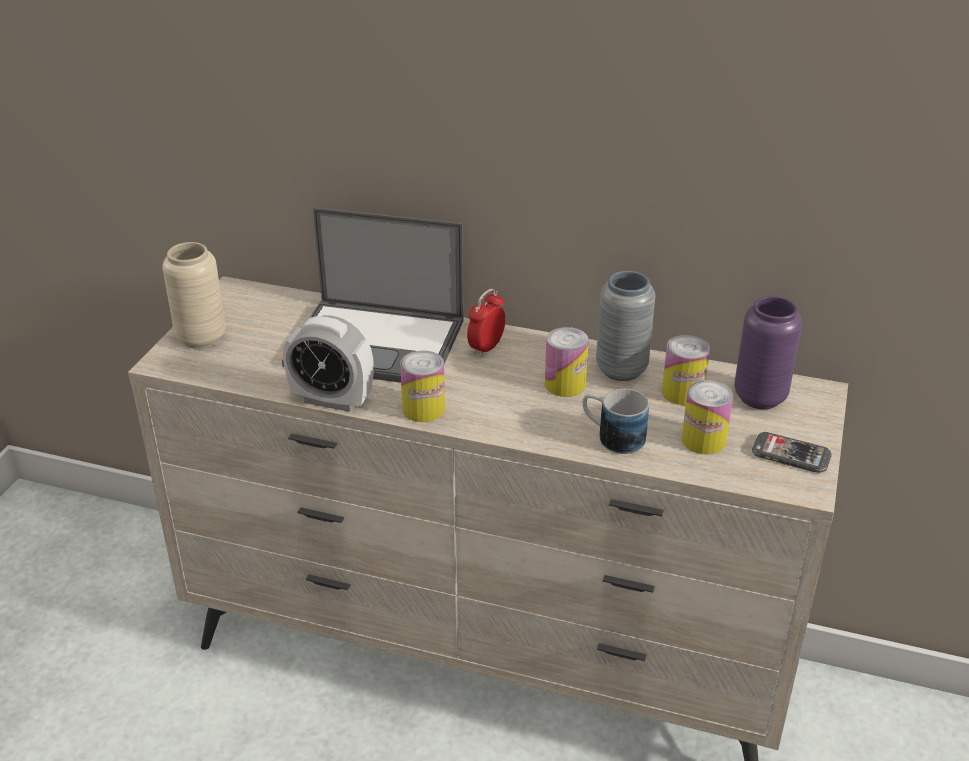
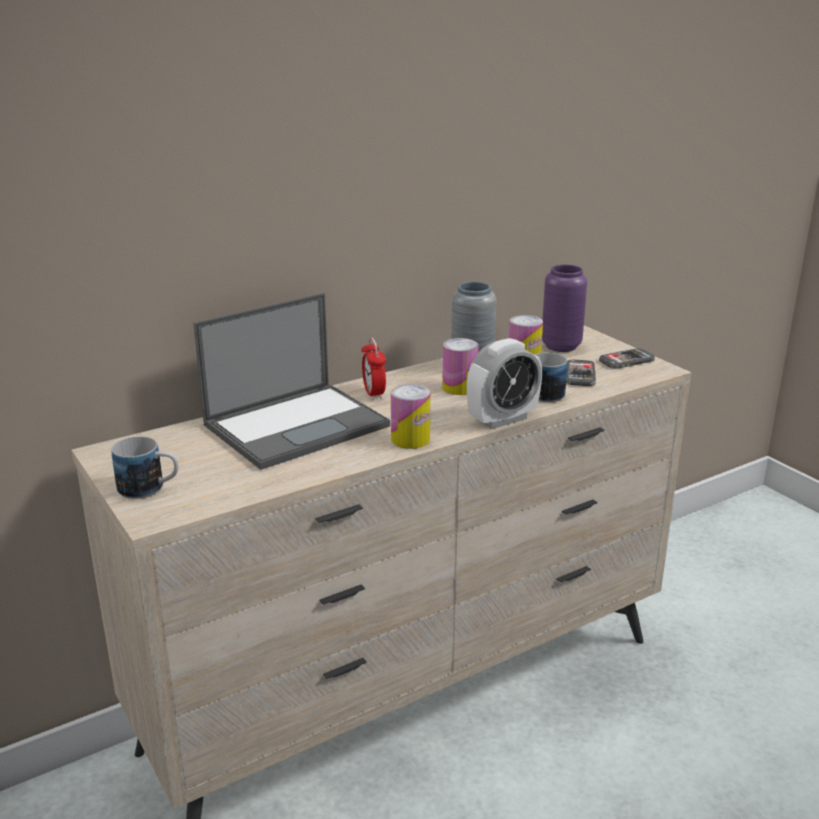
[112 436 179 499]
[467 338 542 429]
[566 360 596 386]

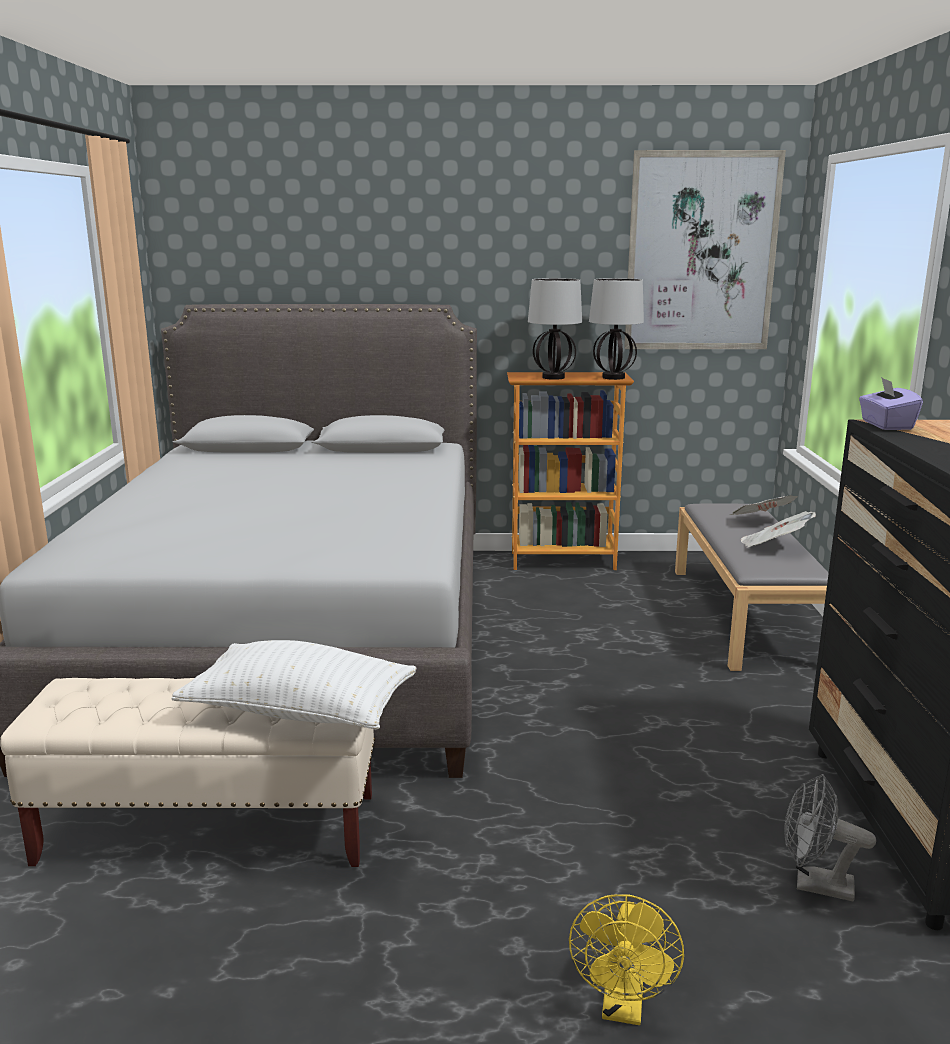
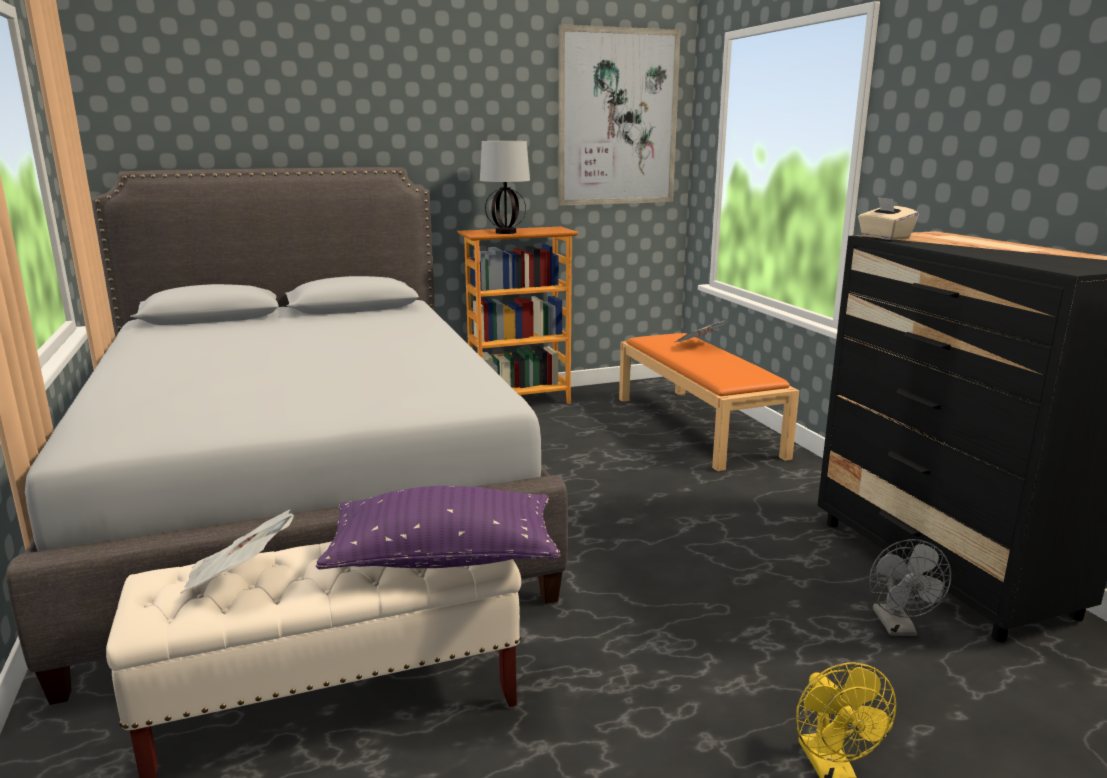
[589 278 644 380] (first image)
[858 197 919 240]
[619 333 799 471]
[180 509 294 594]
[316 486 561 569]
[869 539 951 636]

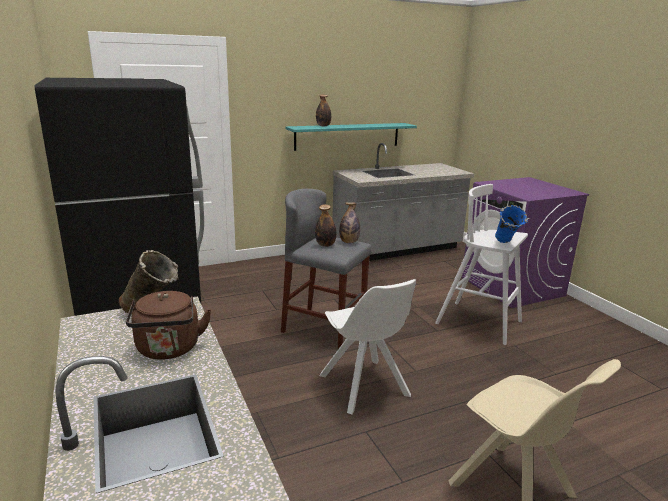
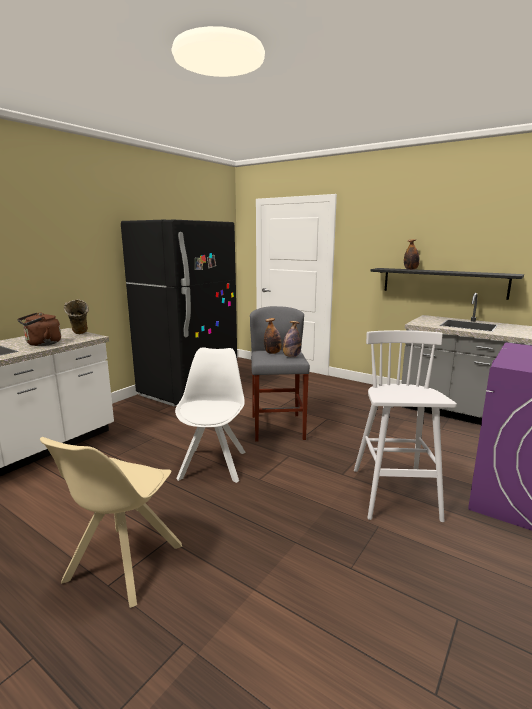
[370 268 524 300]
[495 205 528 243] (first image)
[175 347 246 483]

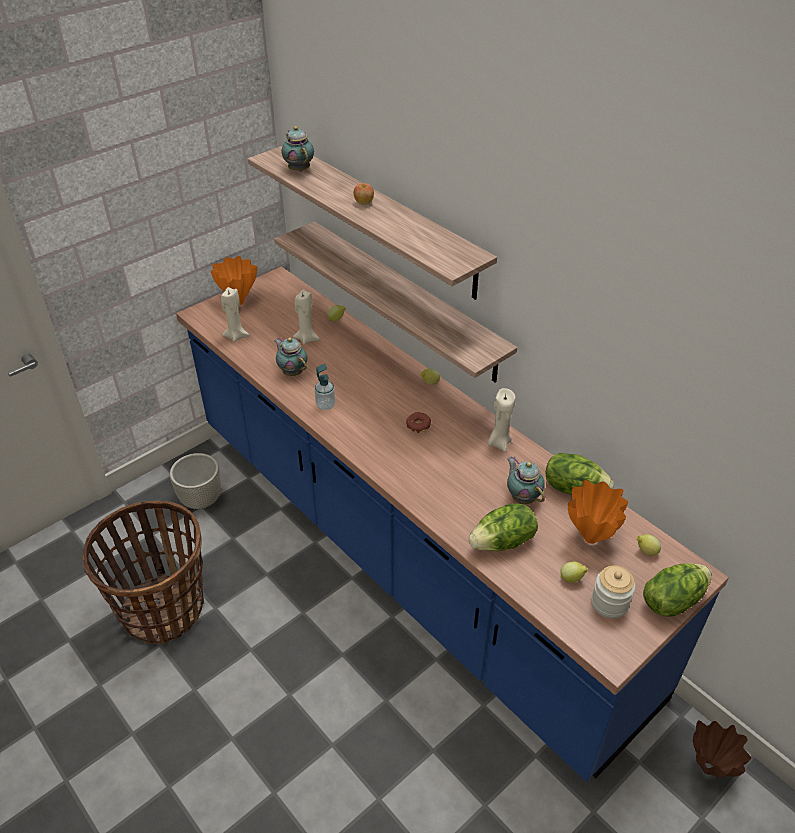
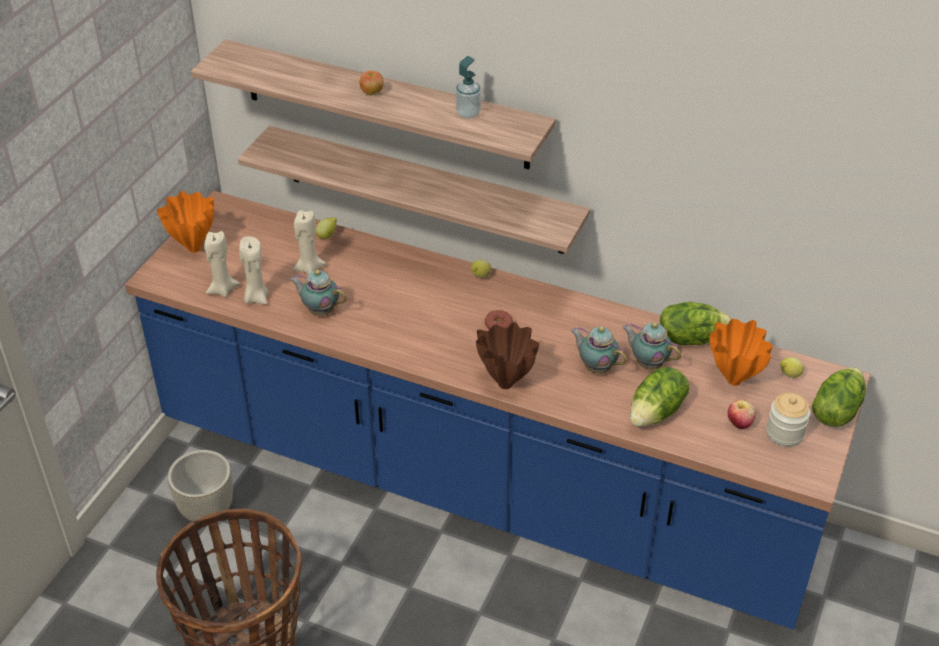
[571 326 627 374]
[456 56 481 119]
[239 236 269 305]
[728 400 756 429]
[476 322 539 389]

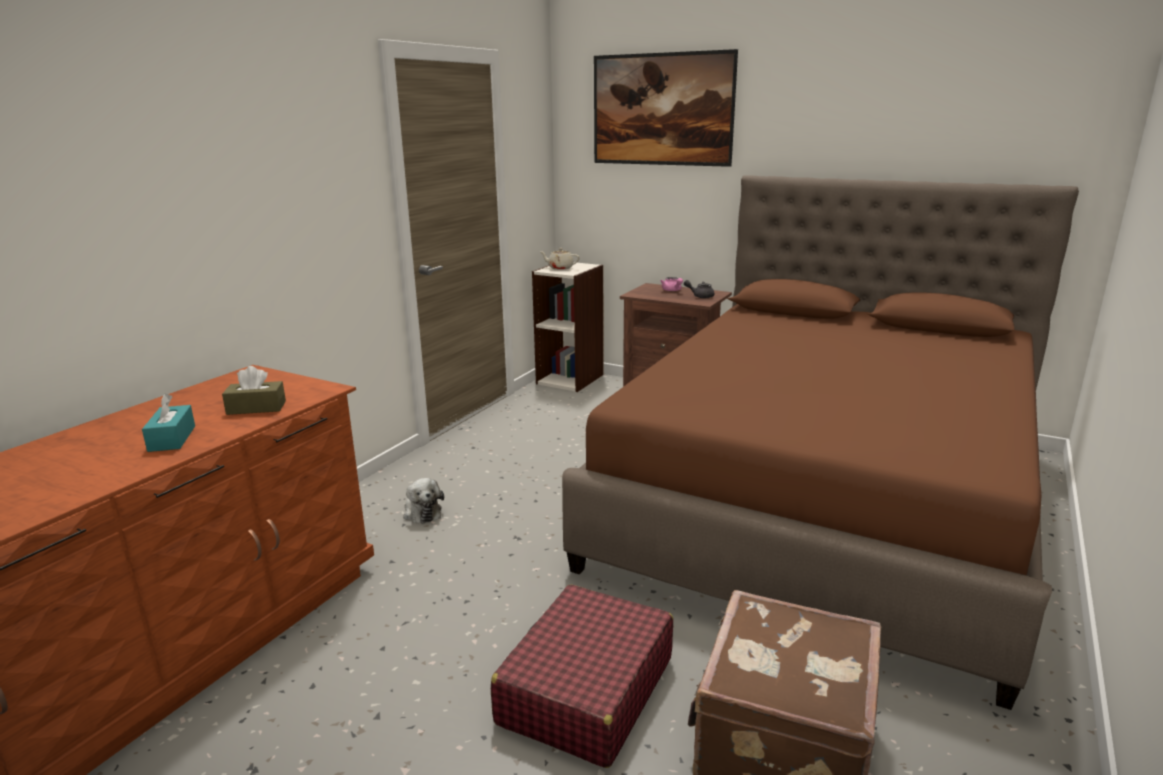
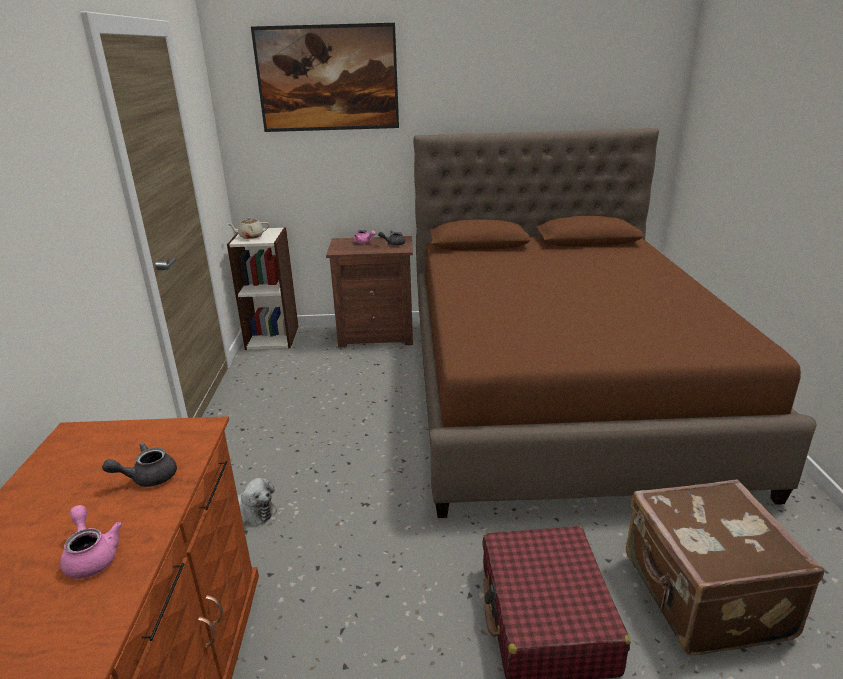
[102 442 177 487]
[60 505 122 579]

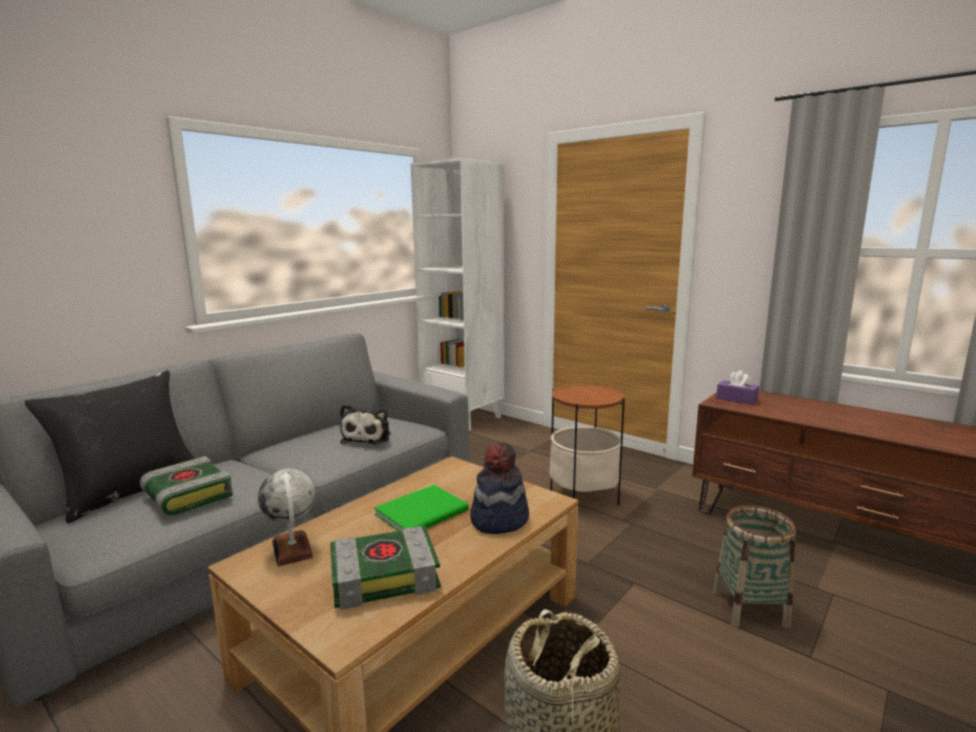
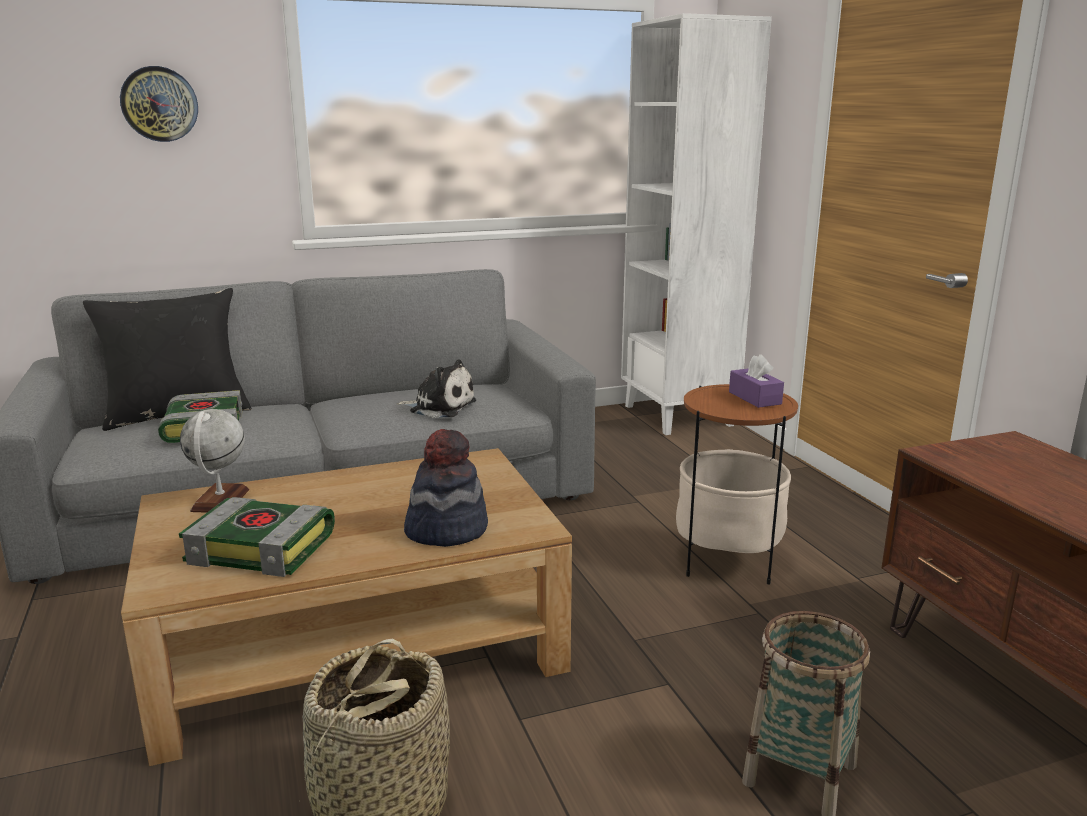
[729 354 784 408]
[397 359 476 418]
[374 485 469 531] (first image)
[120 66 198 142]

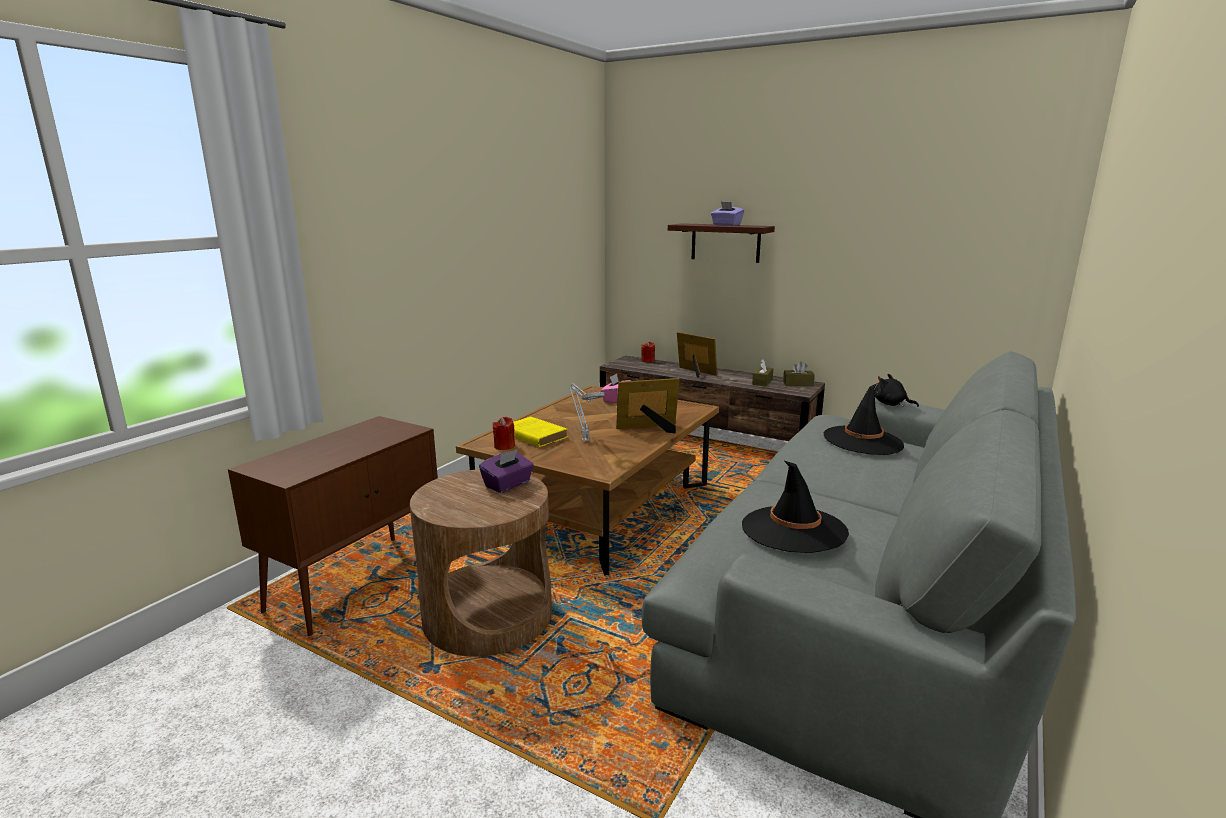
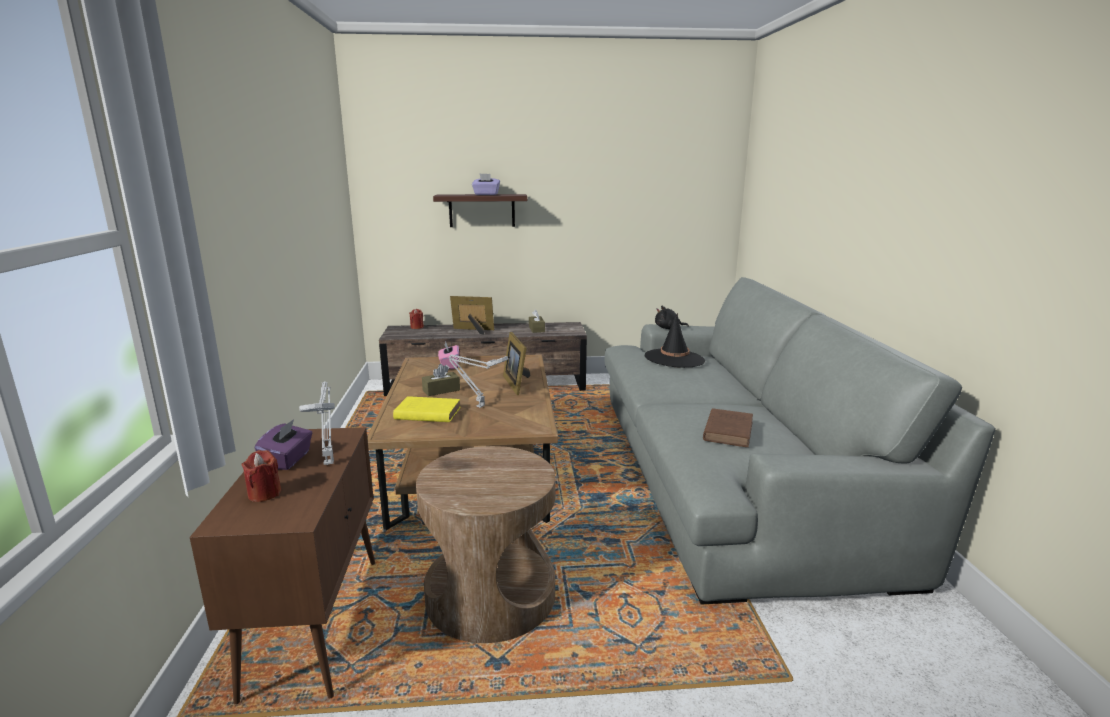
[422 364 460 396]
[503 332 531 395]
[241 450 281 502]
[255 419 312 470]
[703 408 753 447]
[299 381 335 465]

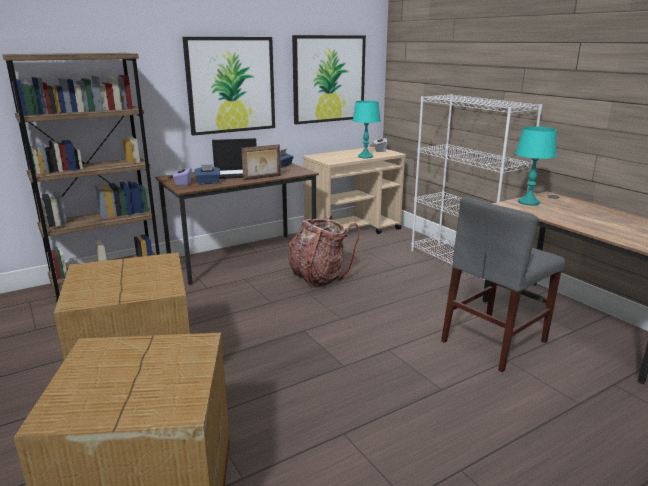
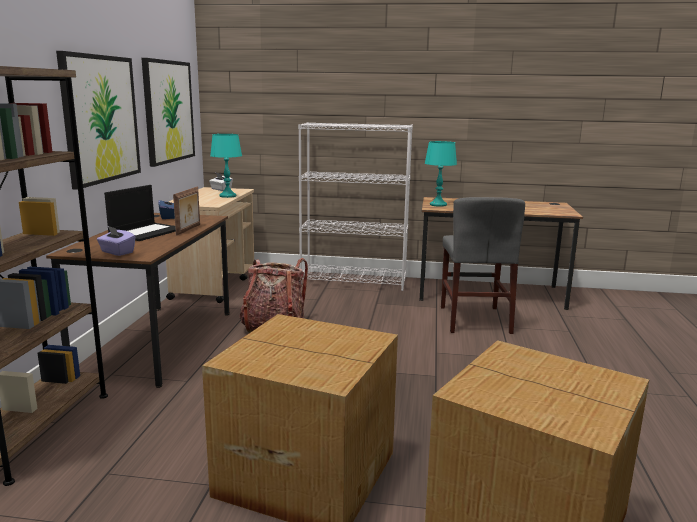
[195 165 220 184] (first image)

